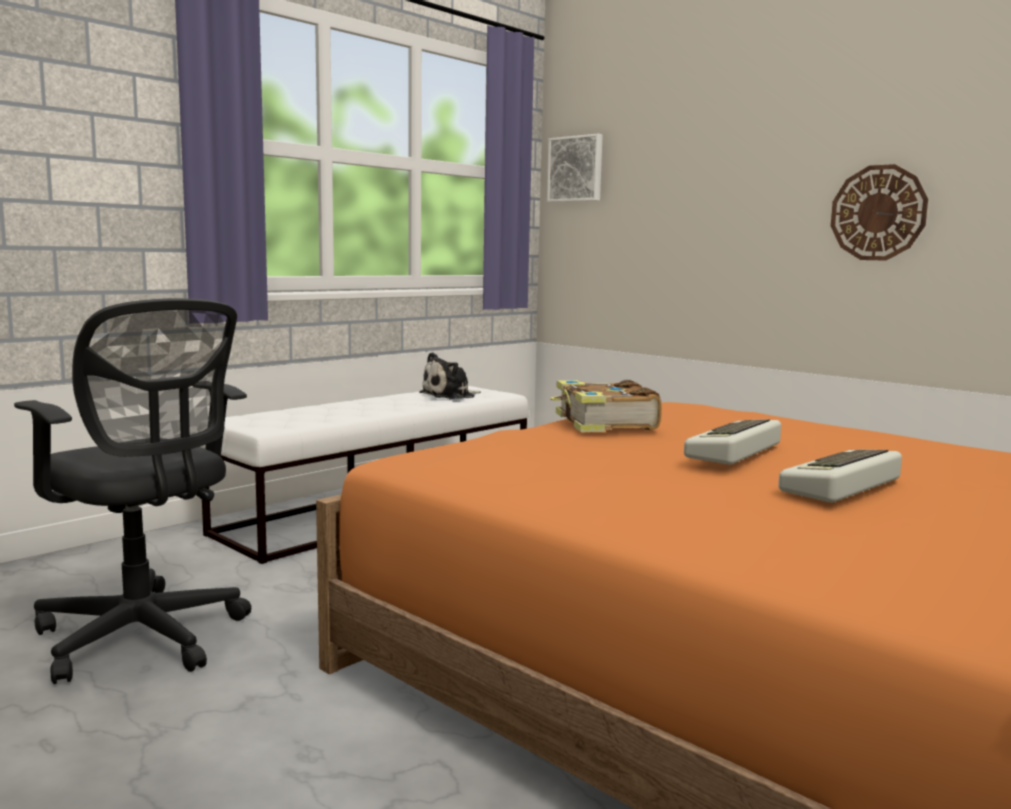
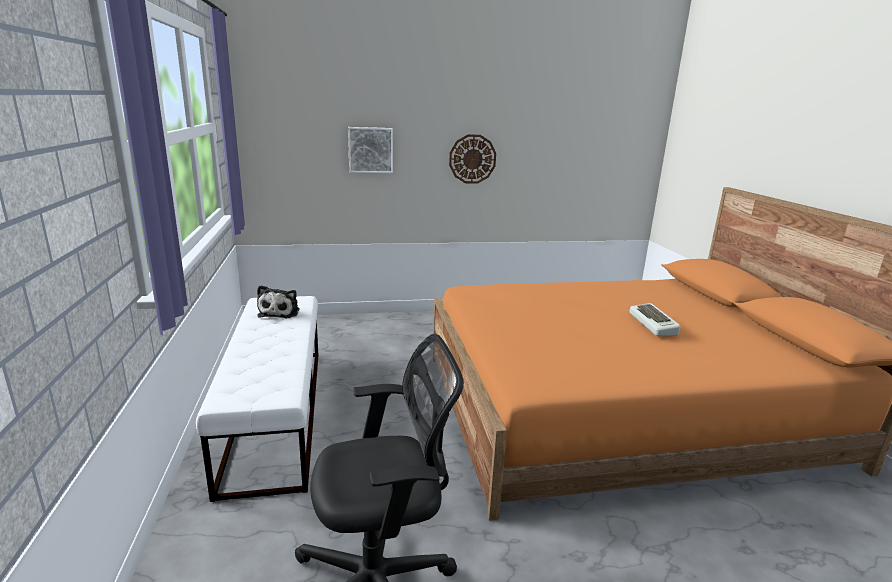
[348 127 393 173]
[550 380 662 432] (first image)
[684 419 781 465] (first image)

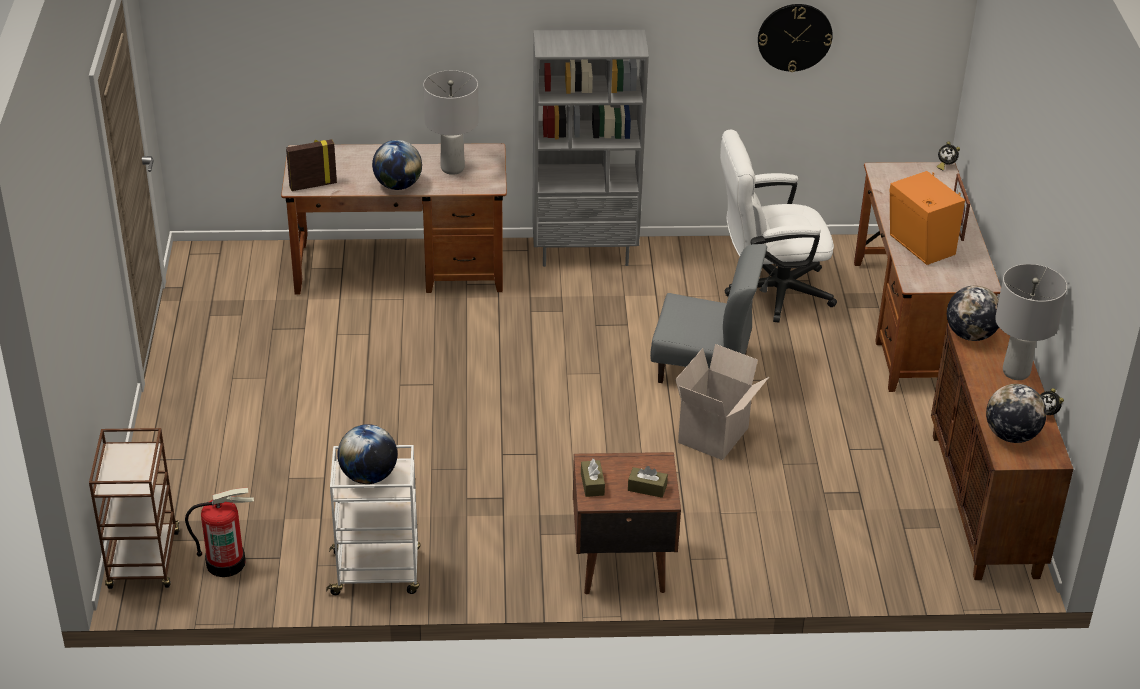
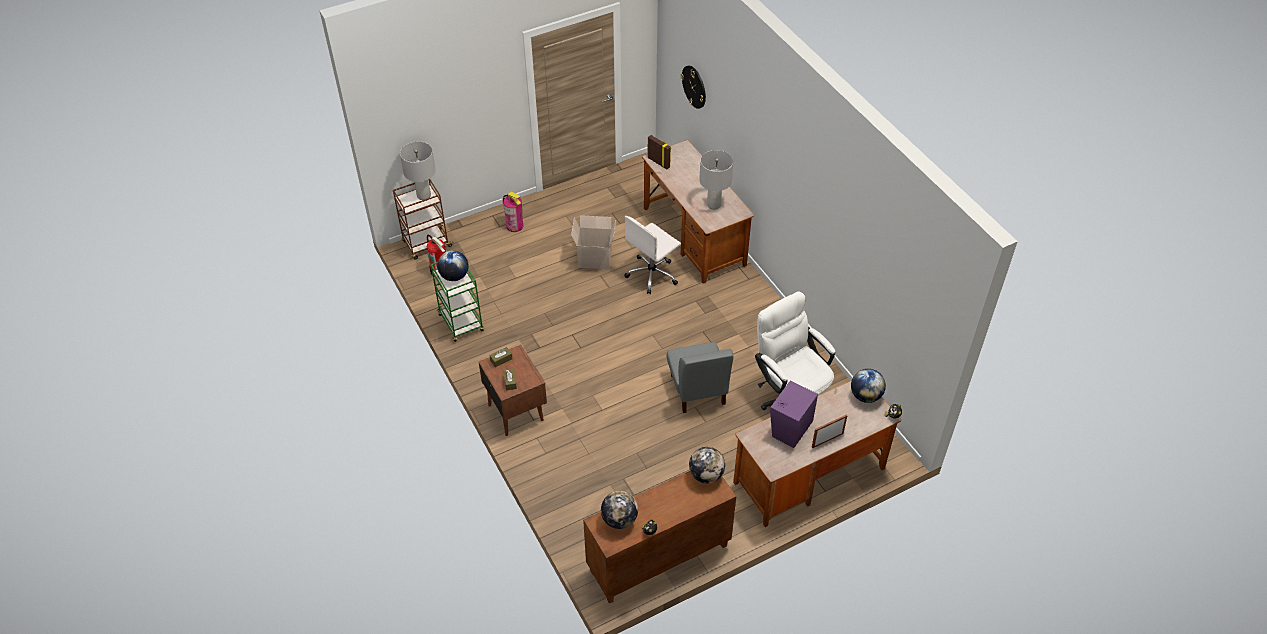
[681 65 706 109]
[532 30 649 267] (first image)
[851 369 886 403]
[770 380 818 448]
[400 141 436 200]
[571 215 616 269]
[431 262 484 342]
[503 191 523 232]
[624 216 681 294]

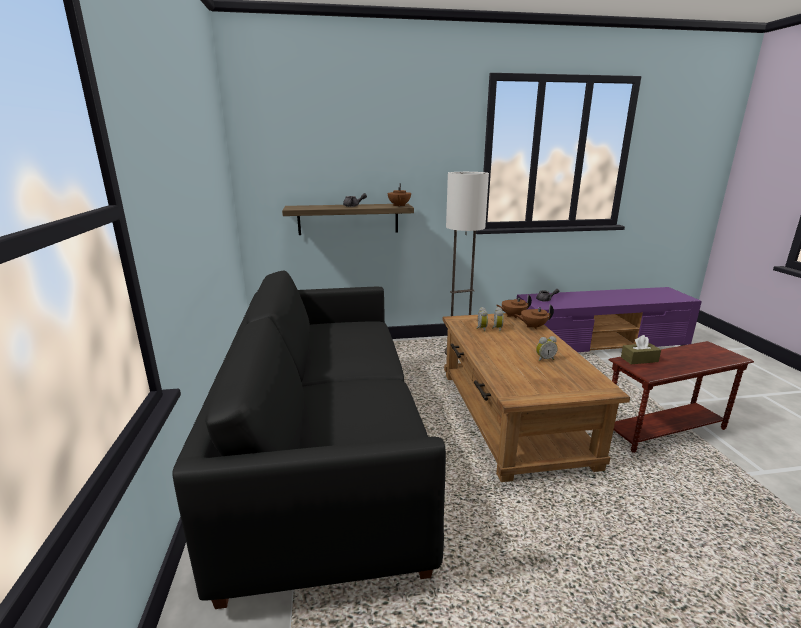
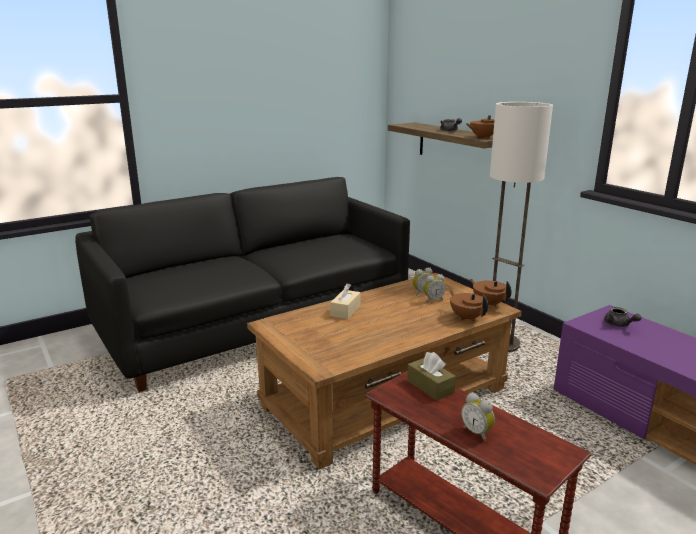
[461 393 495 441]
[330 283 360 319]

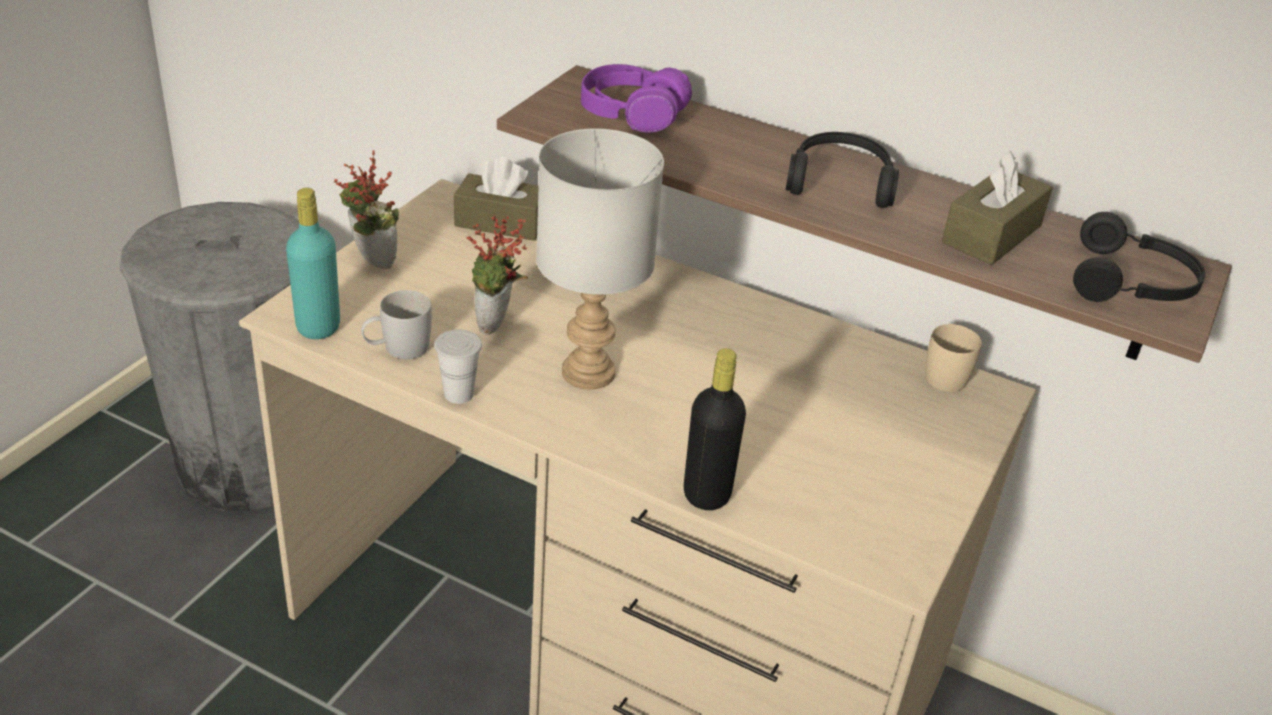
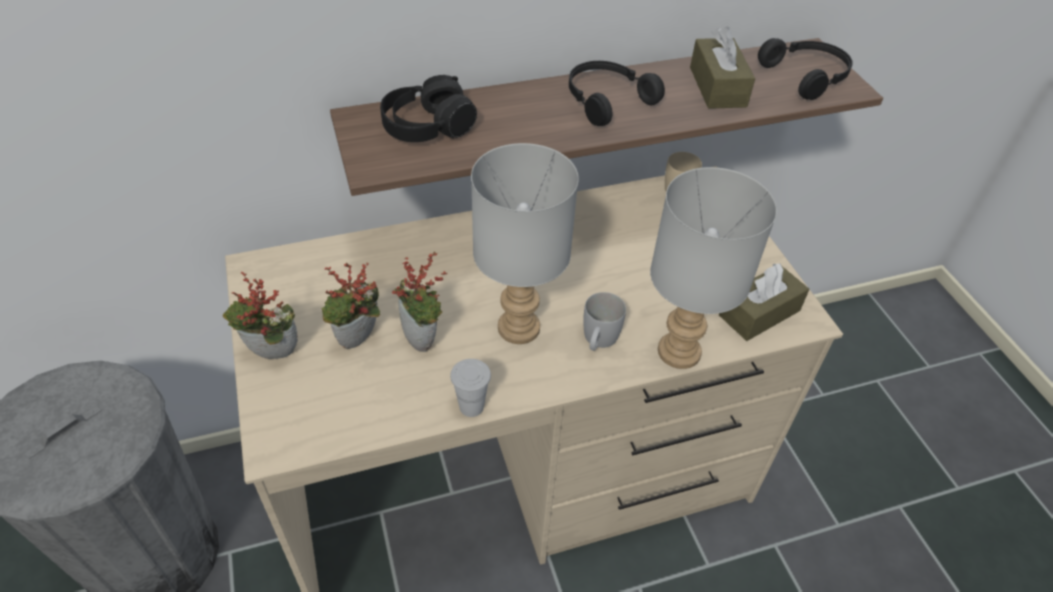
[380 75 477 142]
[719 264 809 341]
[286 188 340 339] (first image)
[583 292 626 351]
[650 167 777 369]
[321 262 380 349]

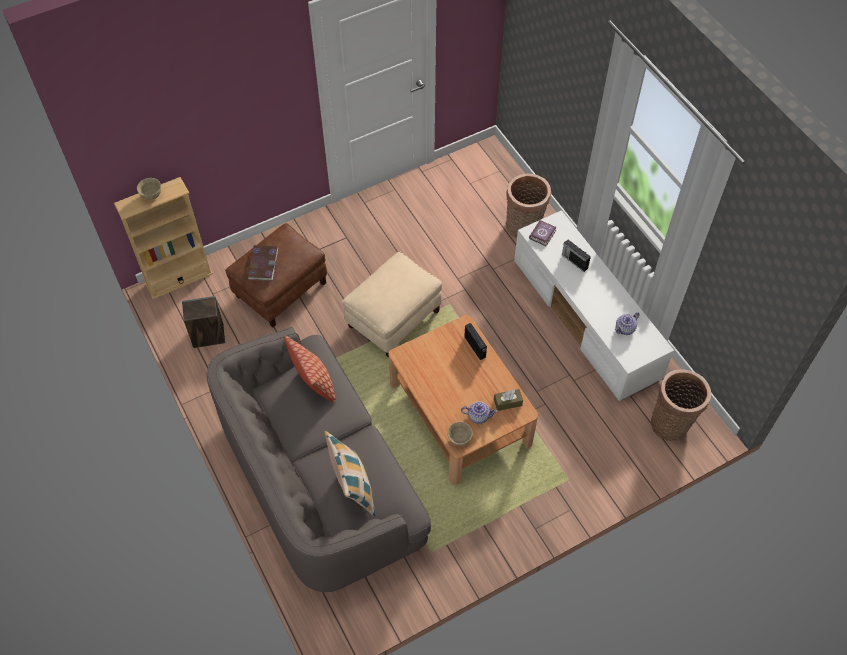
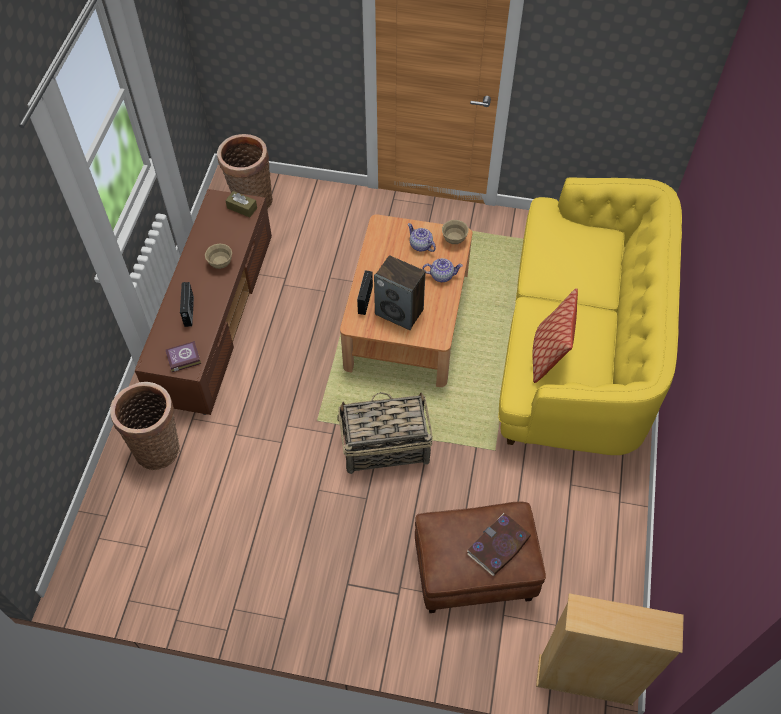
[205 243 232 269]
[135 189 272 415]
[337 392 433 474]
[374 255 426 330]
[422 258 463 282]
[499 177 682 455]
[225 191 257 217]
[324 431 375 516] (first image)

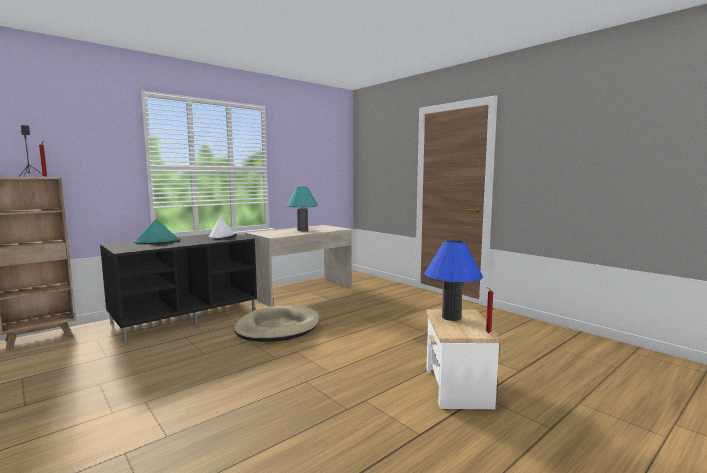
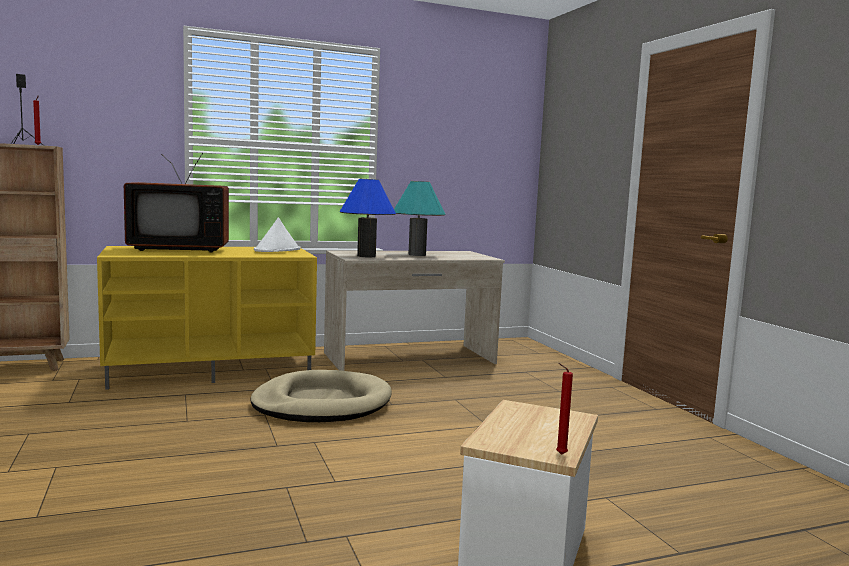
[124 153 229 253]
[97 246 317 390]
[340 179 396 257]

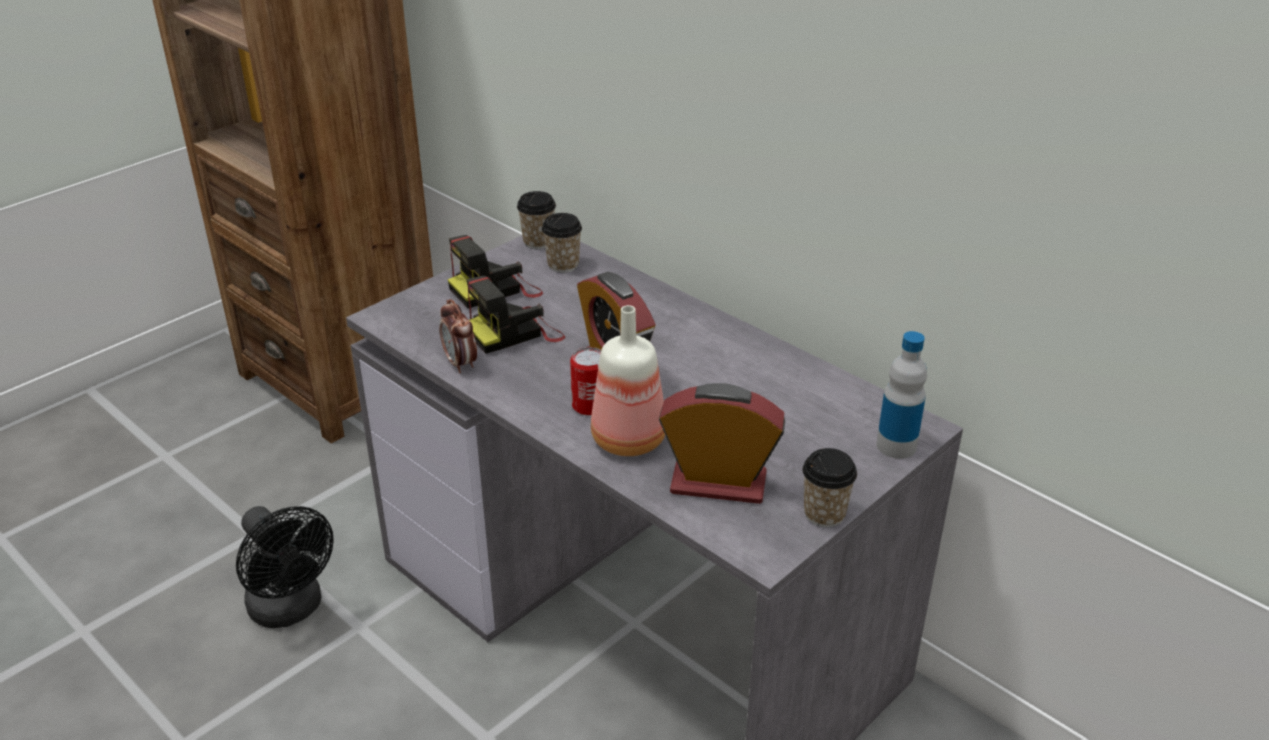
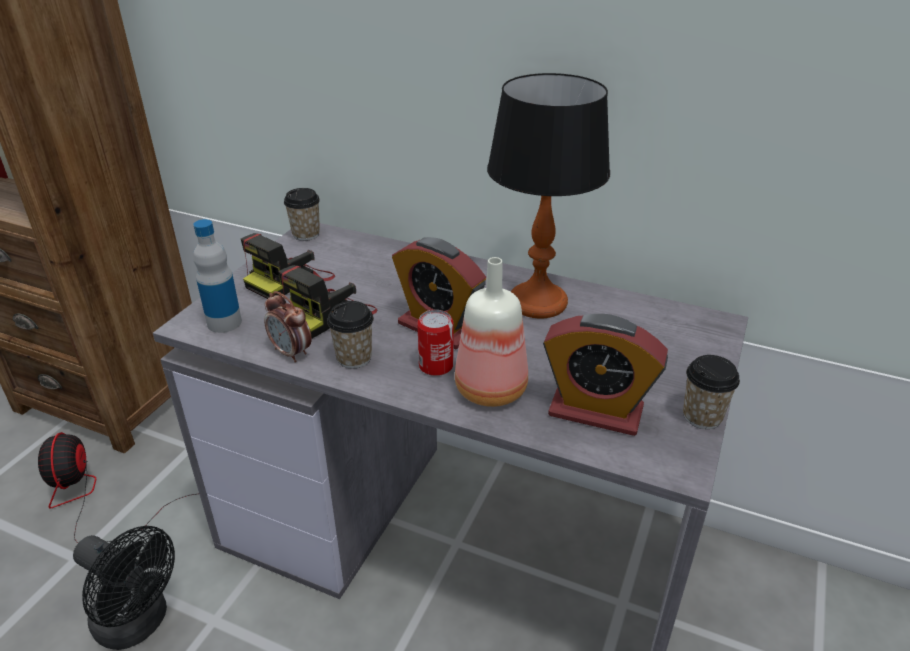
[327 301 374 368]
[193 219 242 333]
[543 314 668 436]
[487 73 610 318]
[38 432 196 543]

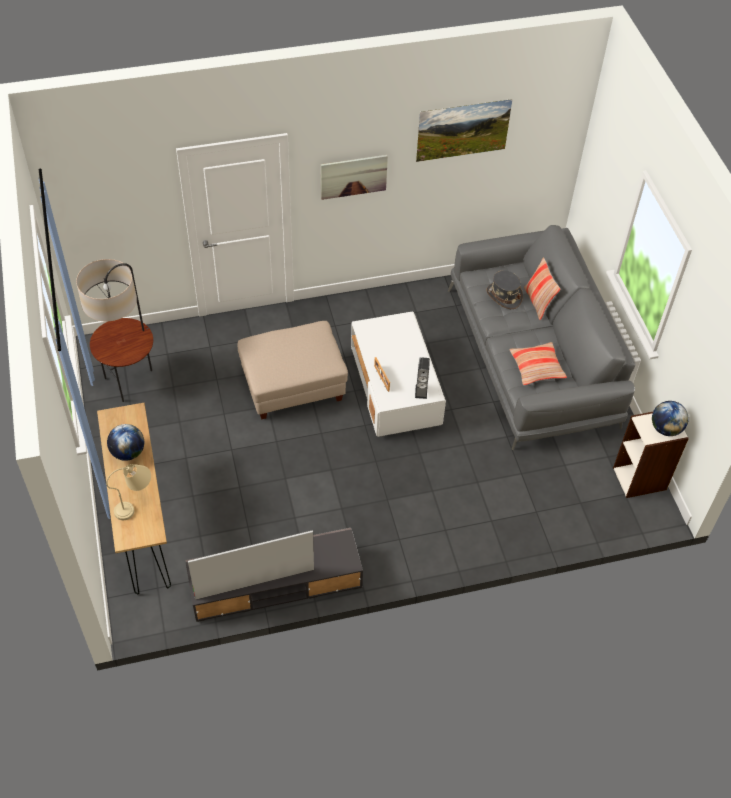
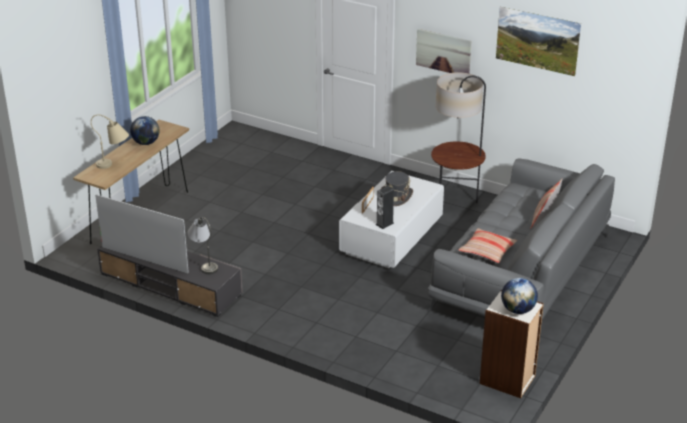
[431 72 486 203]
[381 171 413 206]
[237 321 348 420] (first image)
[187 217 218 274]

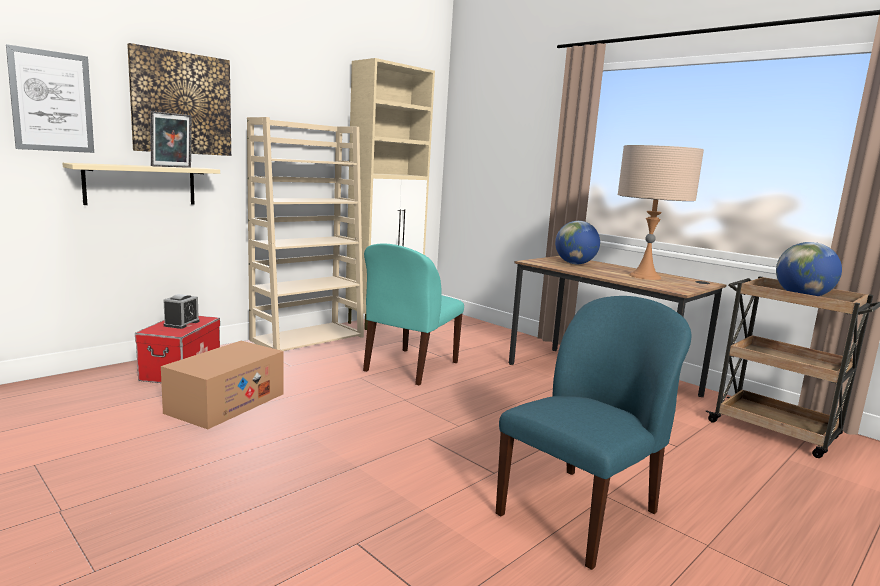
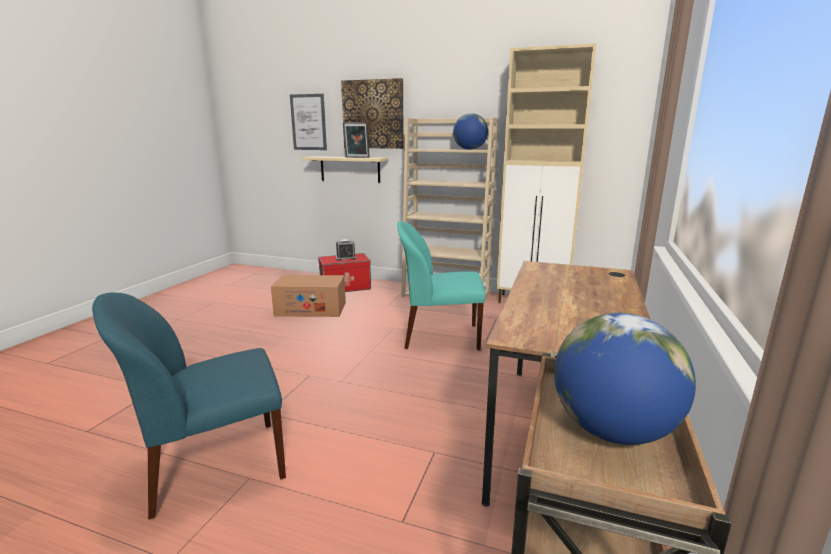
[618 145 704 280] (first image)
[453 113 488 150]
[92 292 286 519]

